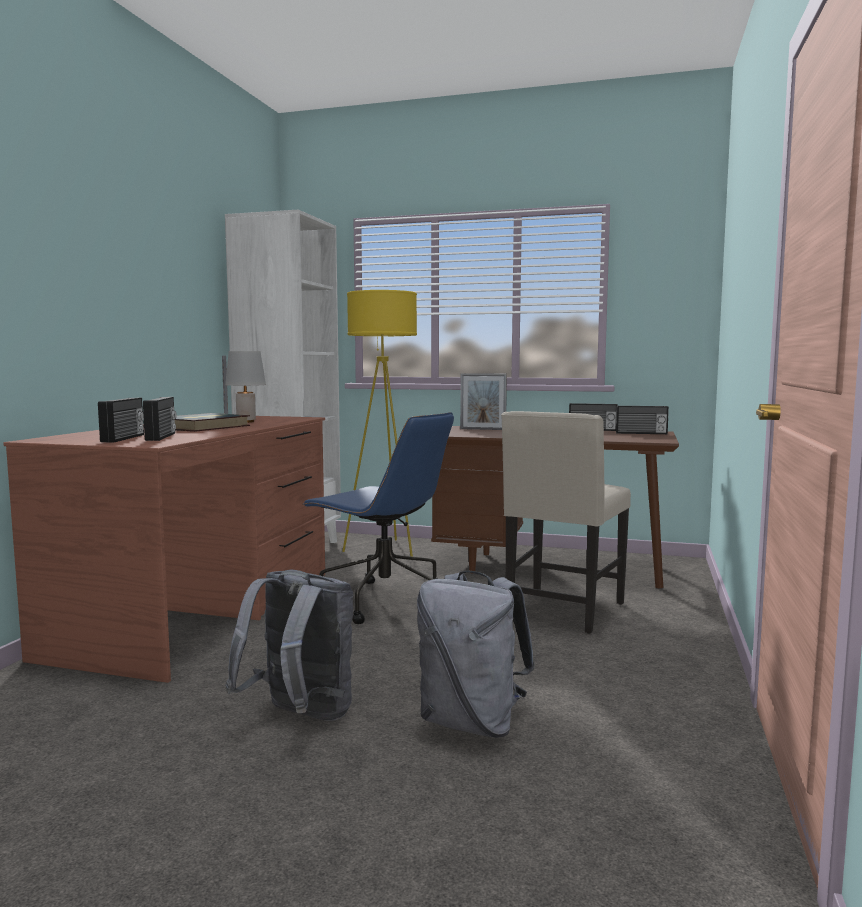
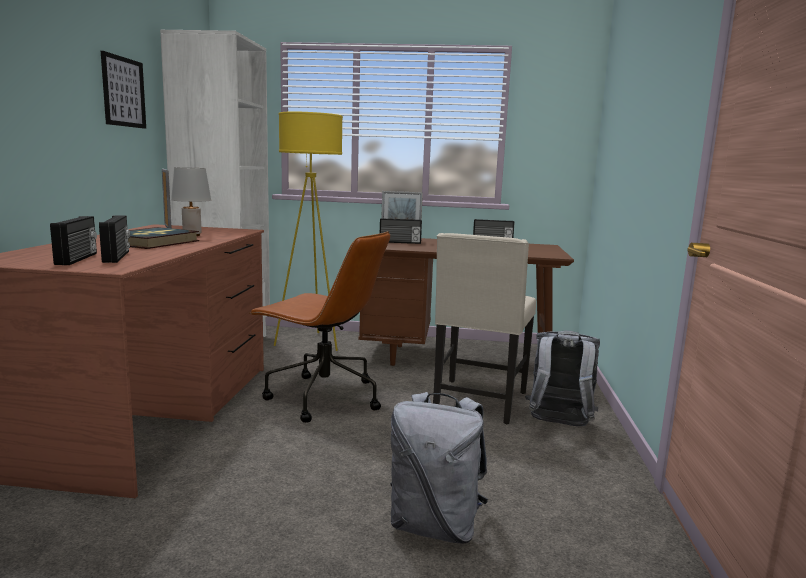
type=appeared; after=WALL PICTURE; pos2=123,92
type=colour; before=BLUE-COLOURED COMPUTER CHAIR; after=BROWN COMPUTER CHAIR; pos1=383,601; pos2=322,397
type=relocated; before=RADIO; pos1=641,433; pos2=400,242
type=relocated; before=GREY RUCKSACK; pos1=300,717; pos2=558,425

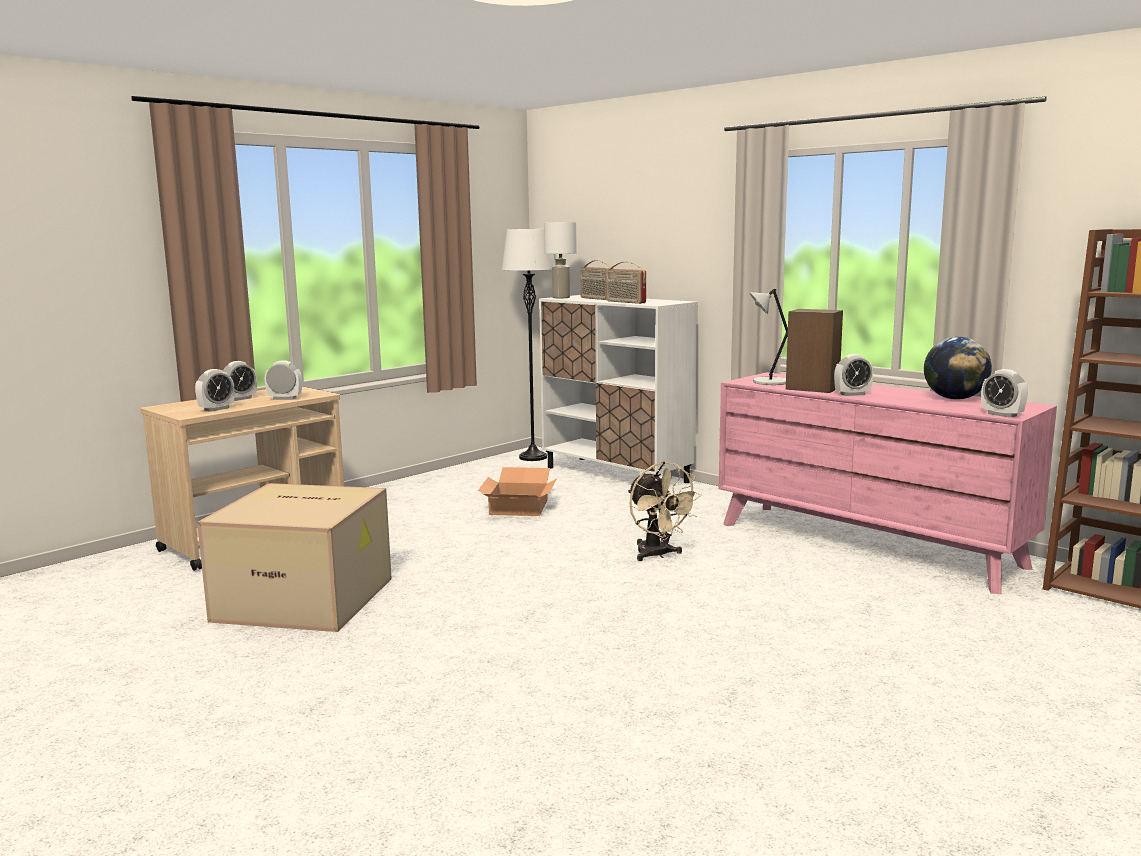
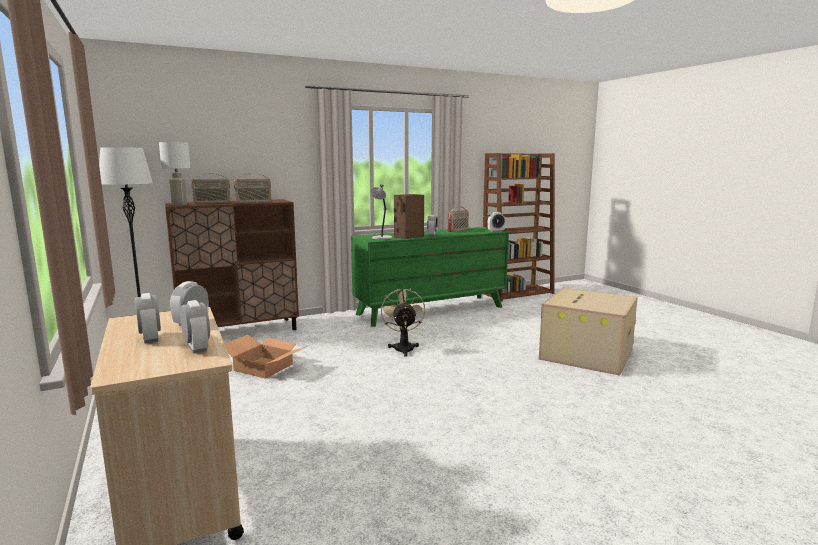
type=colour; before=WHITE-COLOURED STORAGE CABINET; after=BROWN STORAGE CABINET; pos1=616,475; pos2=239,331
type=colour; before=PINKISH CHEST OF DRAWERS; after=GREENISH CHEST OF DRAWERS; pos1=867,545; pos2=431,310
type=spun; before=SAND-COLOURED FAN; pos1=657,555; pos2=403,347; turn=-90
type=exchanged; before=DESK GLOBE; after=RADIO; pos1=955,399; pos2=458,230
type=relocated; before=CARTON; pos1=307,598; pos2=585,354

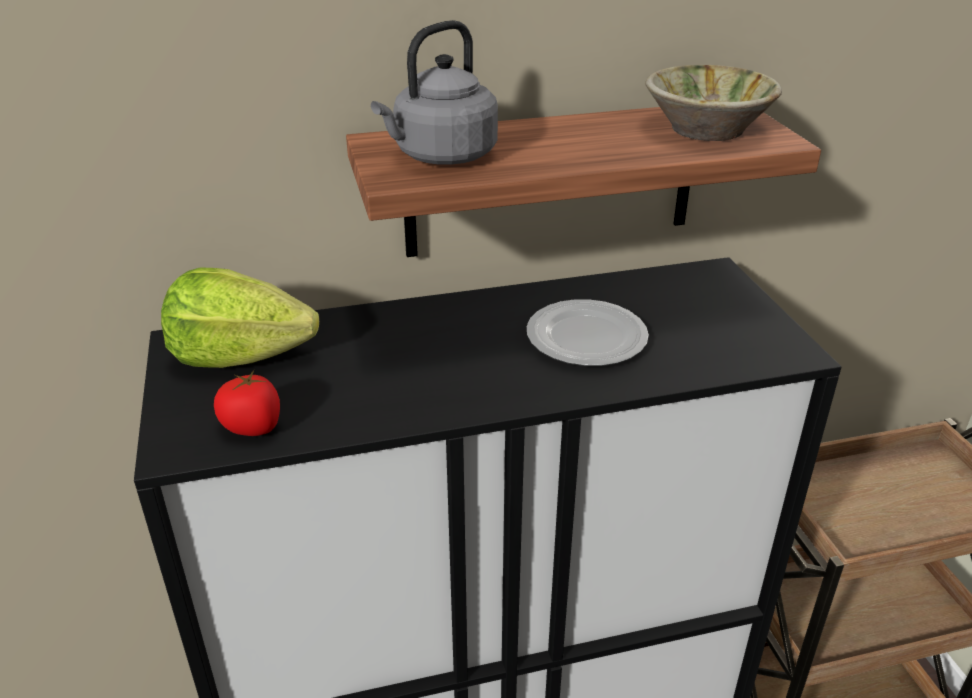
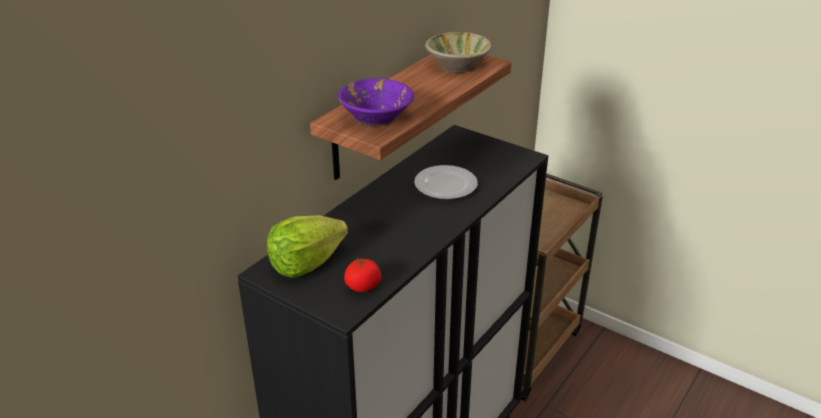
type=exchanged; before=GREY KETTLE; after=PURPLE-COLOURED SERVING BOWL; pos1=441,156; pos2=376,118

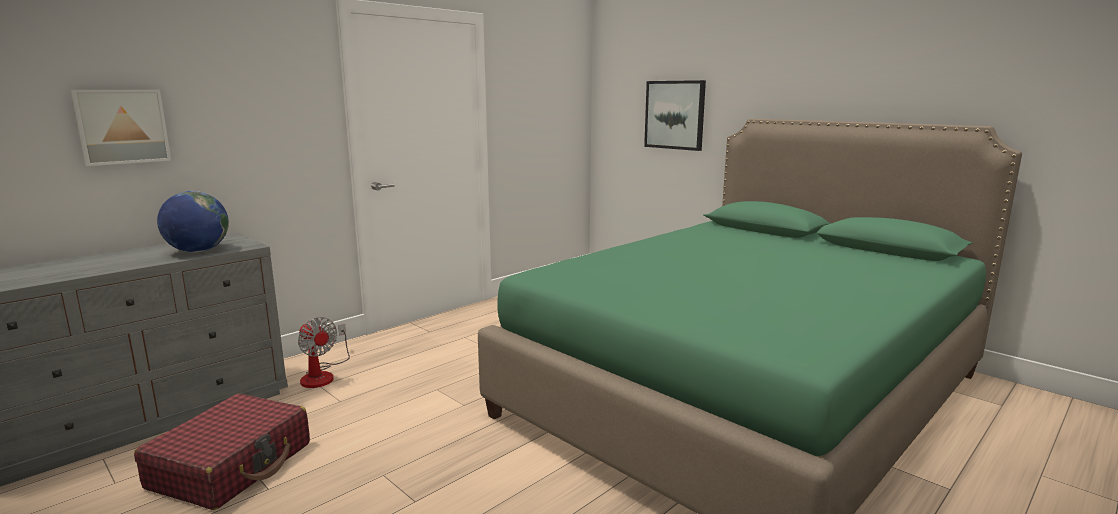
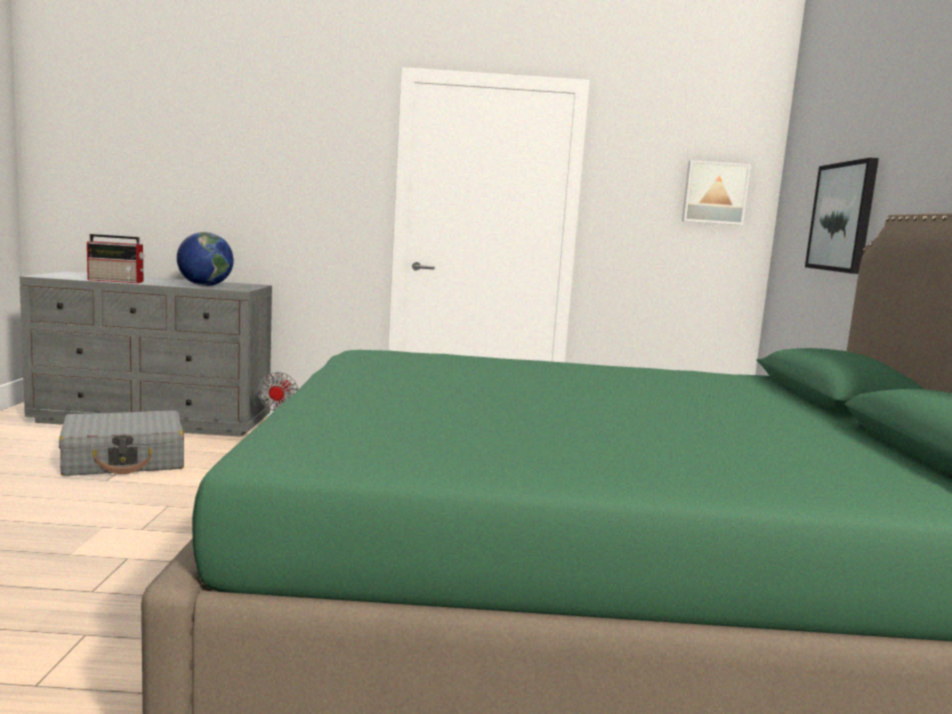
type=colour; before=RED-COLOURED SUITCASE; after=GREY SUITCASE; pos1=232,465; pos2=124,460
type=appeared; after=RADIO; pos2=117,281
type=relocated; before=WALL PICTURE; pos1=122,126; pos2=714,193

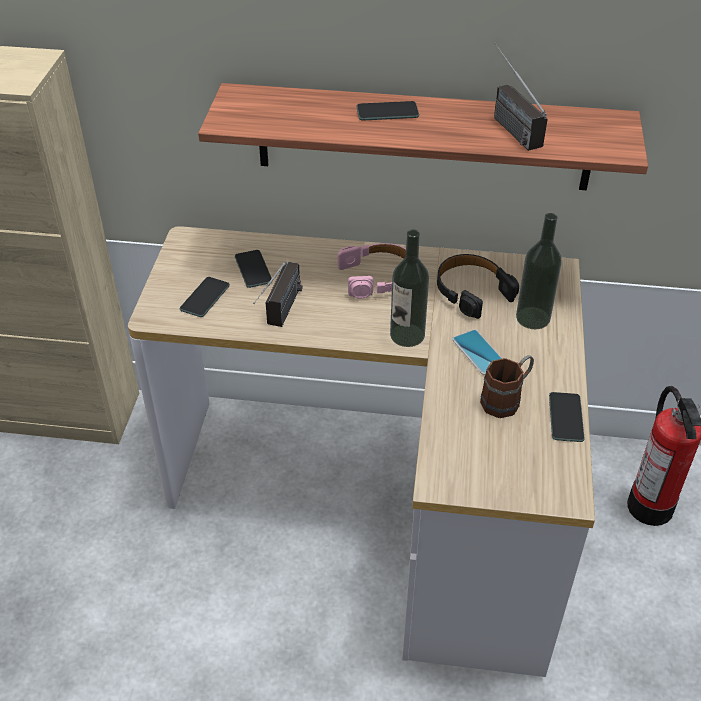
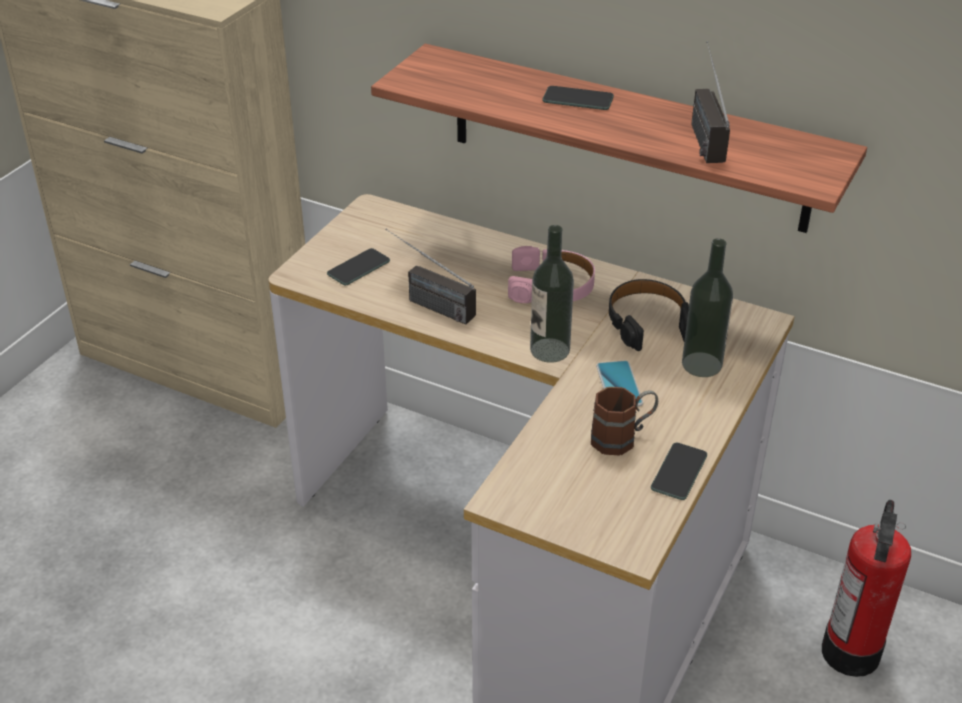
type=spun; before=RADIO; pos1=280,317; pos2=425,303; turn=90
type=missing; before=HANDSET; pos1=253,269

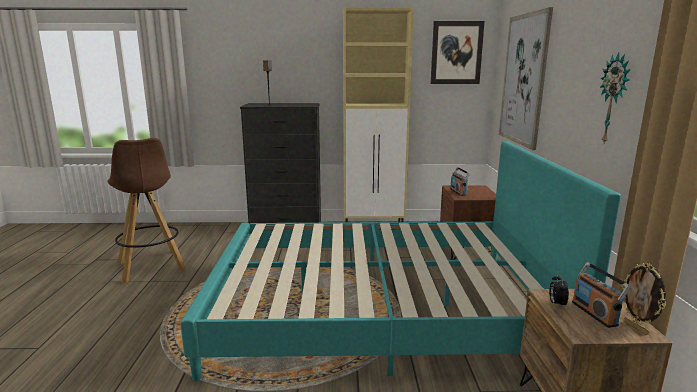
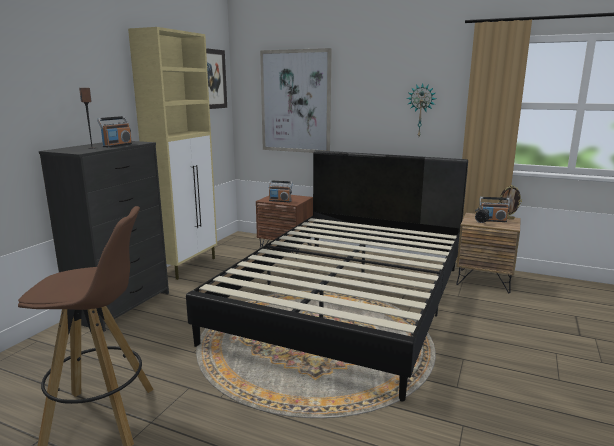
type=appeared; after=RADIO; pos2=117,145
type=colour; before=TURQUOISE-COLOURED BEDROOM BED; after=BLACK-COLOURED BEDROOM BED; pos1=379,310; pos2=347,301

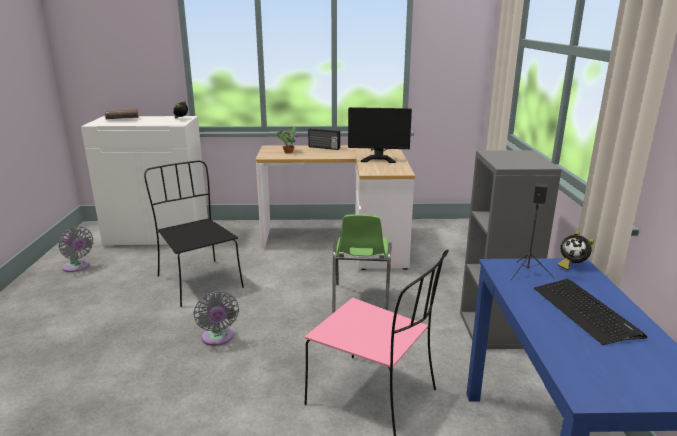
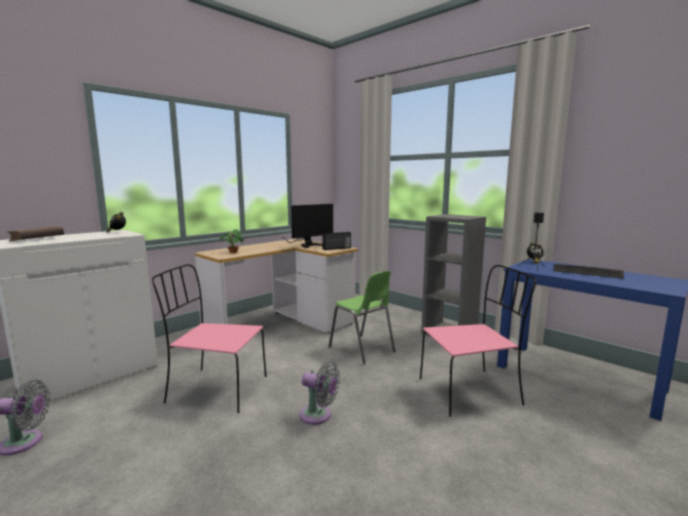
type=colour; before=BLACK-COLOURED CHAIR; after=PINKISH CHAIR; pos1=198,281; pos2=215,389
type=relocated; before=RADIO; pos1=324,148; pos2=337,248

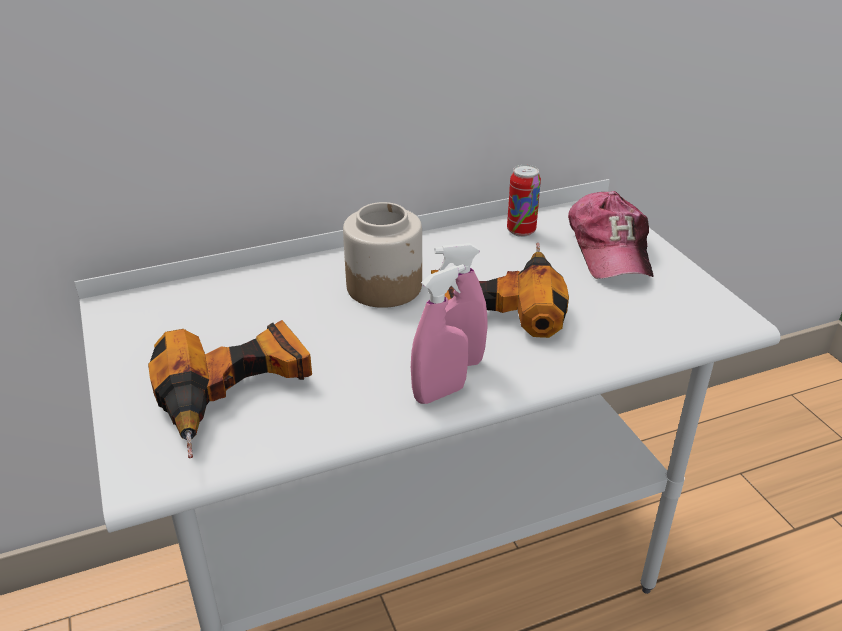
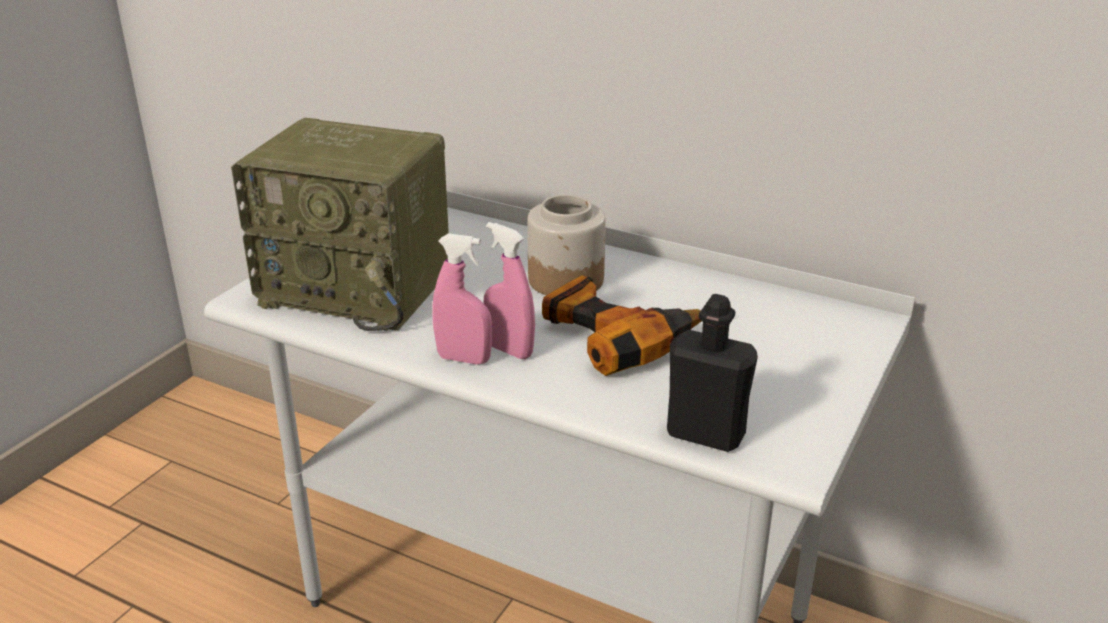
type=exchanged; before=ELECTRIC DRILL; after=RADIO; pos1=236,396; pos2=360,288
type=appeared; after=BLACK-COLOURED BEVERAGE BOTTLE; pos2=705,434
type=missing; before=SEALED CAN; pos1=521,231
type=missing; before=BASEBALL CAP; pos1=610,249

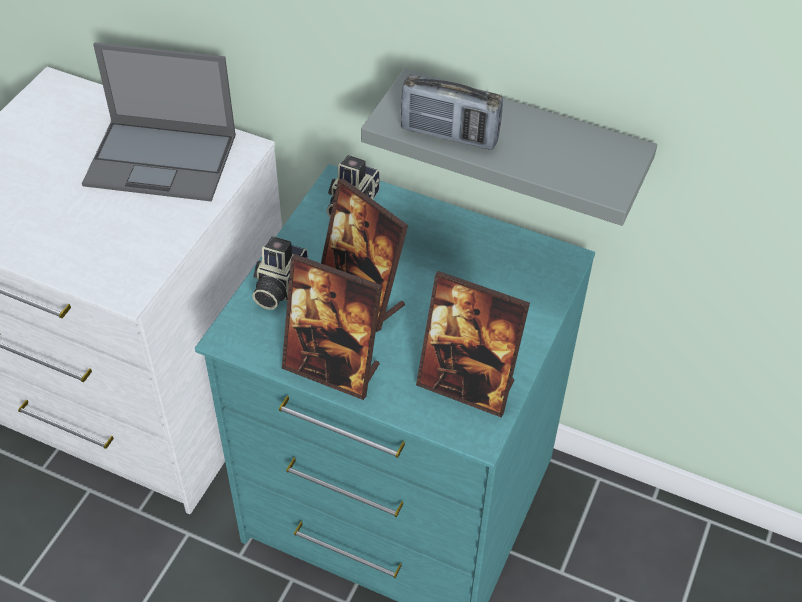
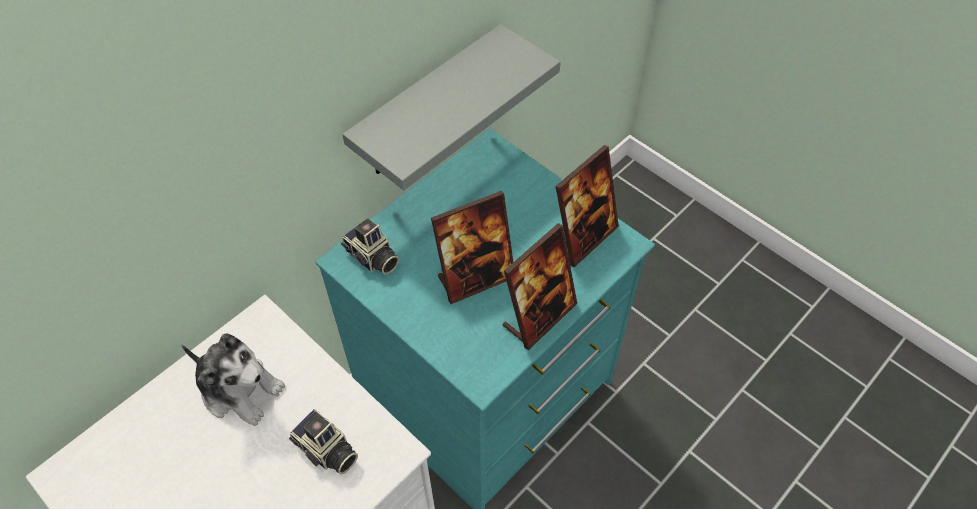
type=exchanged; before=NOTEBOOK COMPUTER; after=SOFT TOY; pos1=163,160; pos2=240,389
type=relocated; before=STILL CAMERA; pos1=278,286; pos2=326,451
type=missing; before=RADIO; pos1=449,135

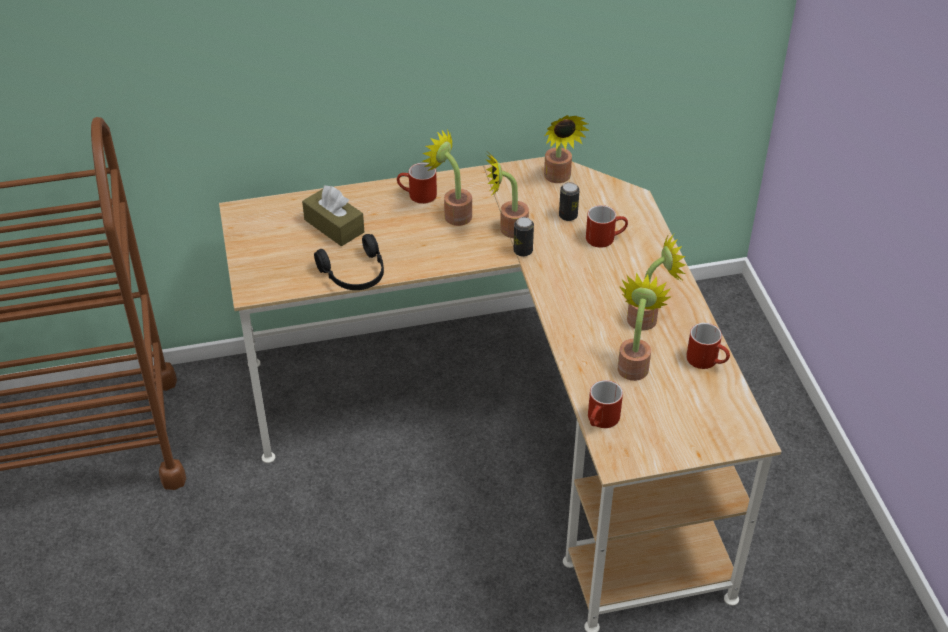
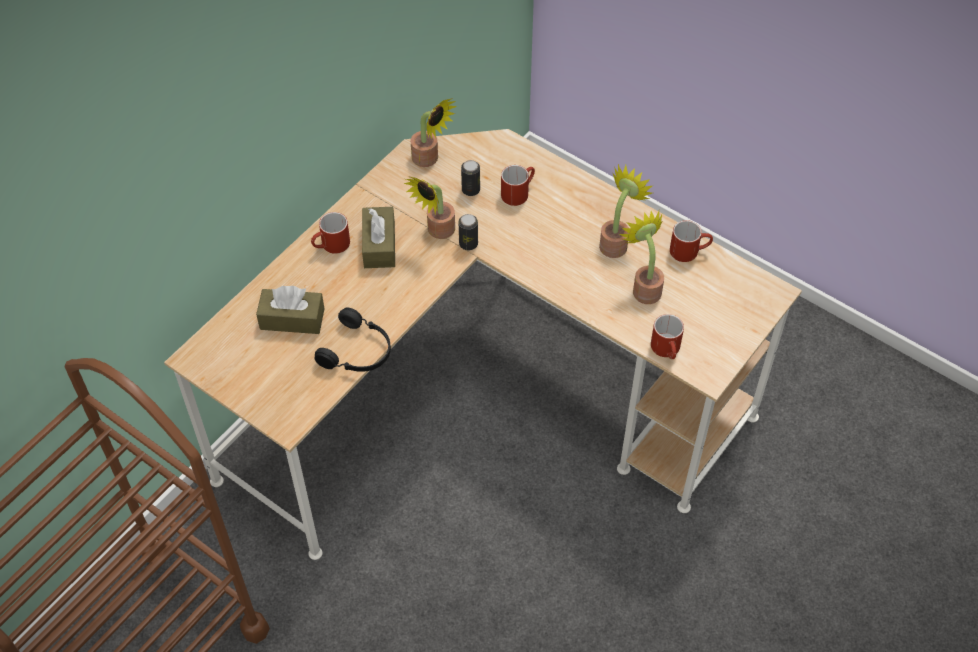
type=exchanged; before=HOUSEPLANT; after=BROWN BOX OF TISSUES; pos1=453,214; pos2=379,245

